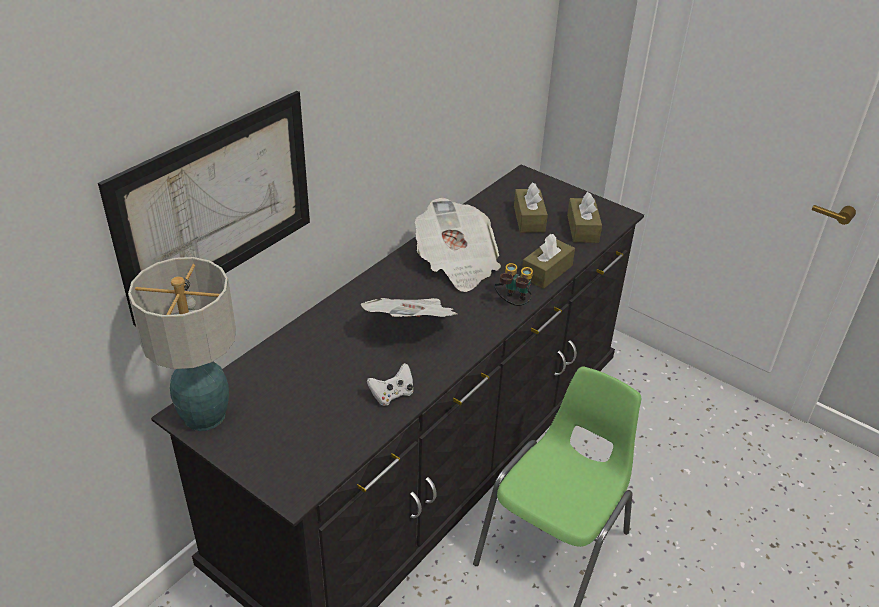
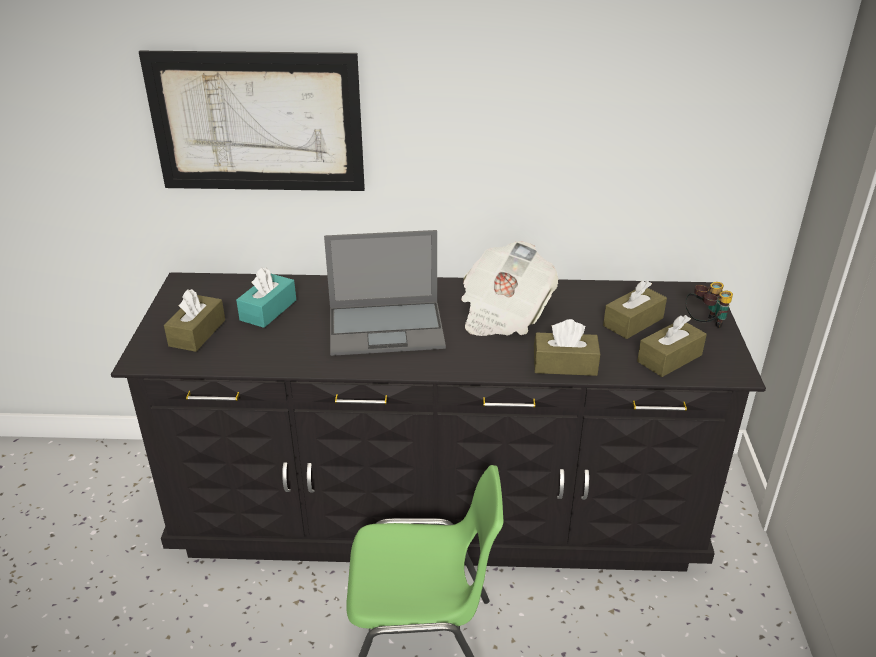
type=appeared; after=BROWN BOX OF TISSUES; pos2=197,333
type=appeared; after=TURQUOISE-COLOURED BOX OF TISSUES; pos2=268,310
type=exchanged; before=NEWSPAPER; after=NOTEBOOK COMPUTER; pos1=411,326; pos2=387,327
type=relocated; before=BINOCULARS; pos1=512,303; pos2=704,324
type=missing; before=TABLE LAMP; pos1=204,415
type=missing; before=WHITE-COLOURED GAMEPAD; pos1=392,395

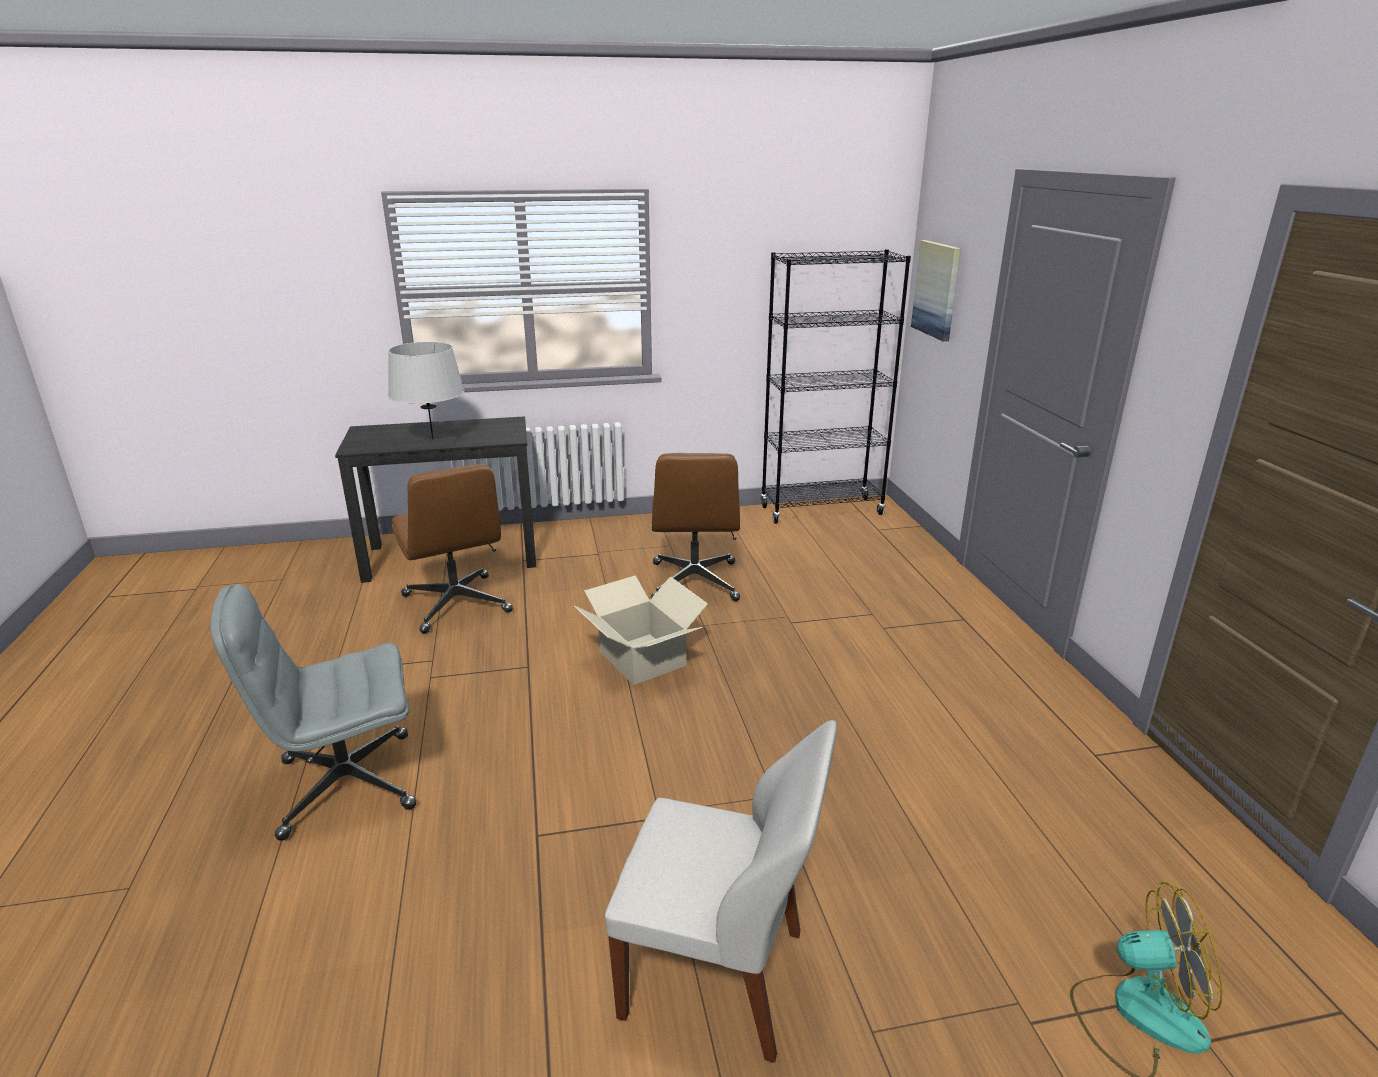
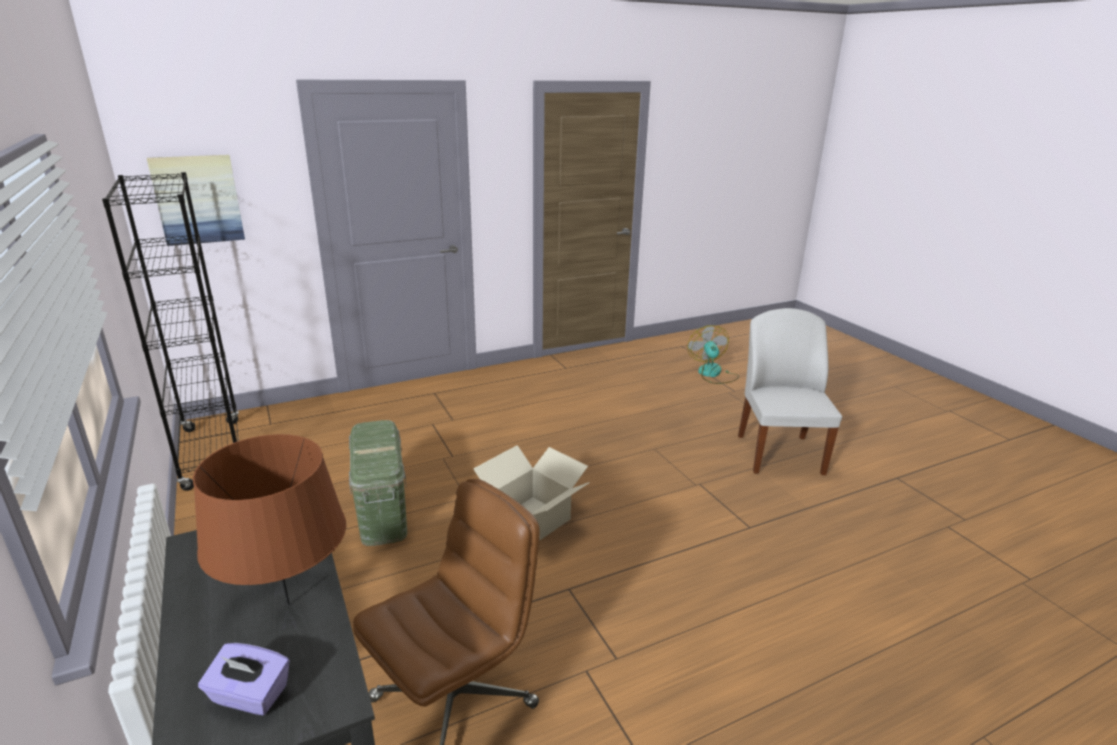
type=colour; before=GREY TABLE LAMP; after=BROWN TABLE LAMP; pos1=432,439; pos2=289,604
type=appeared; after=PURPLE-COLOURED BOX OF TISSUES; pos2=249,696
type=exchanged; before=BROWN COMPUTER CHAIR; after=GREENISH STORAGE BIN; pos1=695,582; pos2=382,513
type=missing; before=GREY COMPUTER CHAIR; pos1=345,785

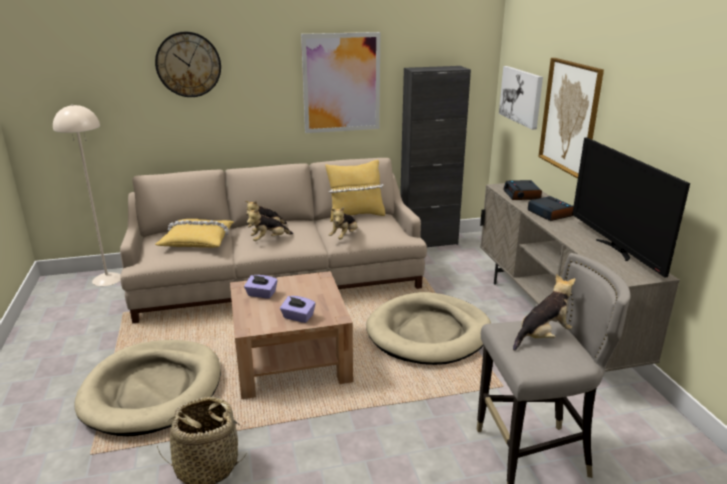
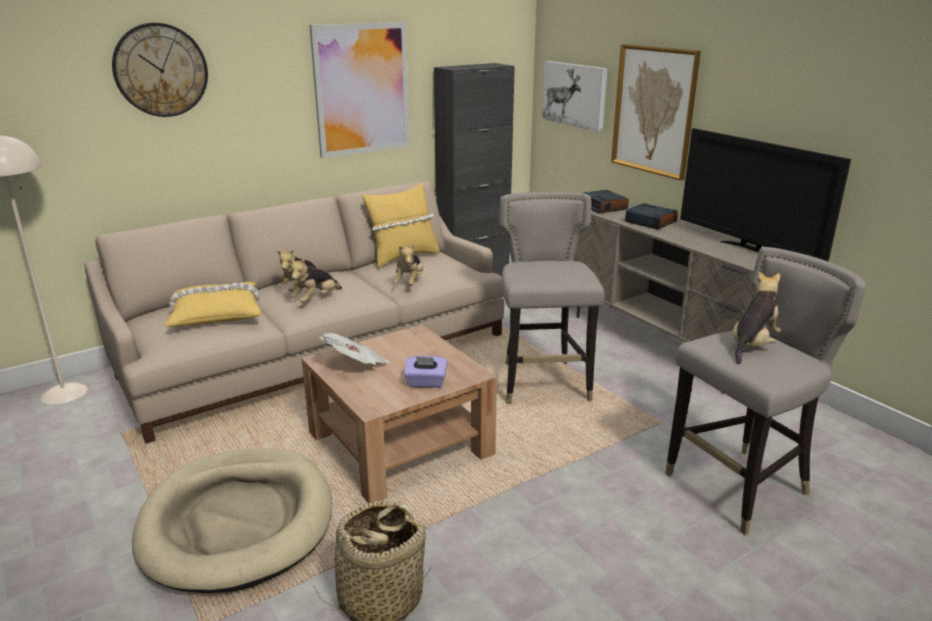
type=exchanged; before=PURPLE-COLOURED BOX OF TISSUES; after=NEWSPAPER; pos1=261,294; pos2=356,365
type=exchanged; before=SAND-COLOURED DOG CUSHION; after=GREY SITTING STOOL; pos1=428,333; pos2=543,382

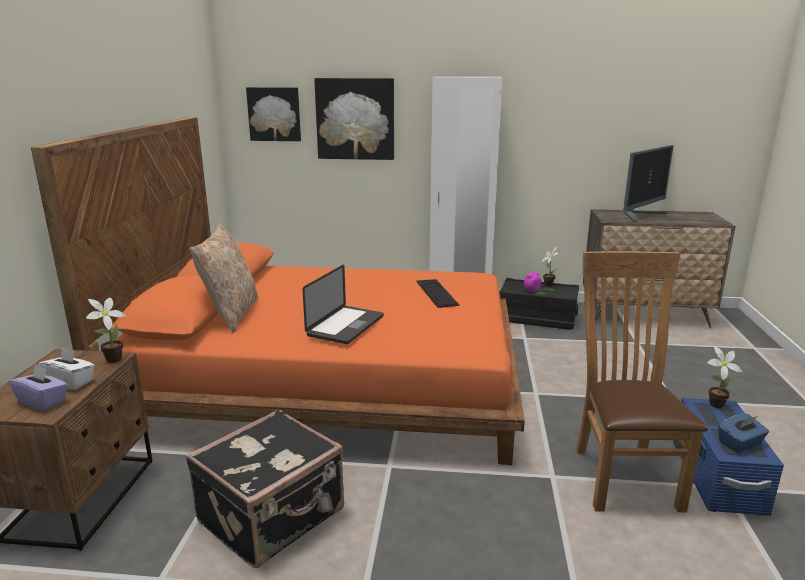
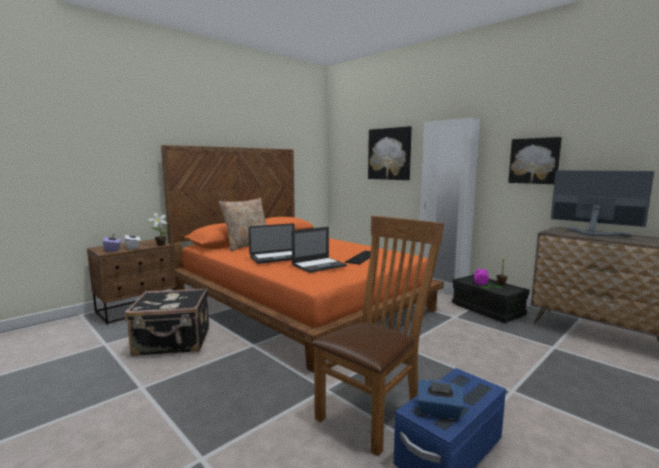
type=appeared; after=NOTEBOOK COMPUTER; pos2=319,265
type=relocated; before=WALL PICTURE; pos1=274,114; pos2=534,161
type=spun; before=COMPUTER DISPLAY; pos1=640,215; pos2=593,233; turn=-135
type=missing; before=HOUSEPLANT; pos1=713,404

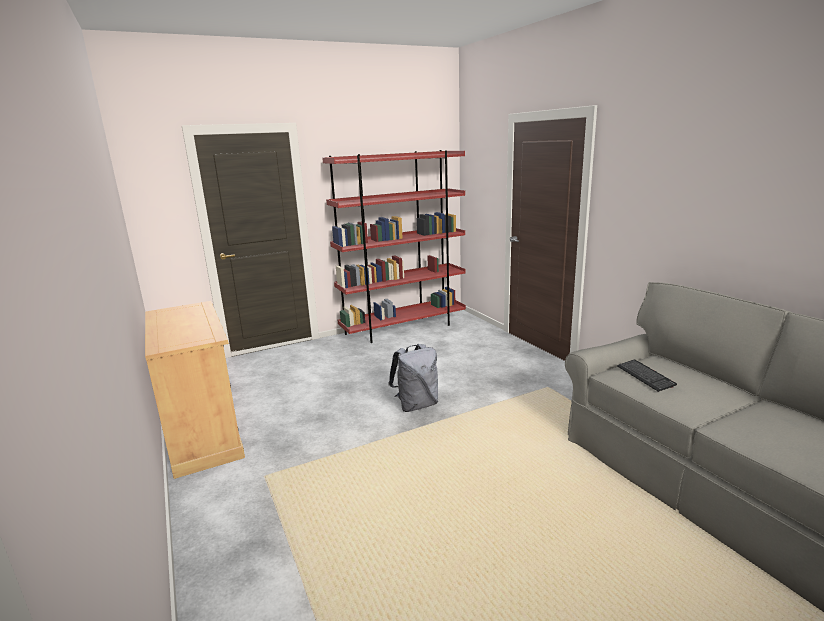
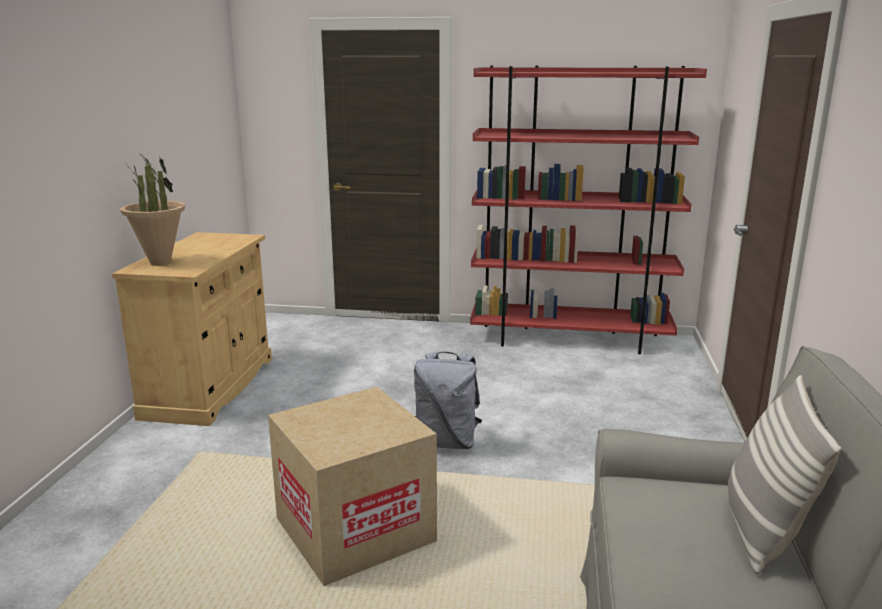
type=appeared; after=HOUSEPLANT; pos2=160,263
type=appeared; after=CARTON; pos2=355,530
type=appeared; after=THROW PILLOW; pos2=762,530
type=missing; before=COMPUTER KEYBOARD; pos1=645,376

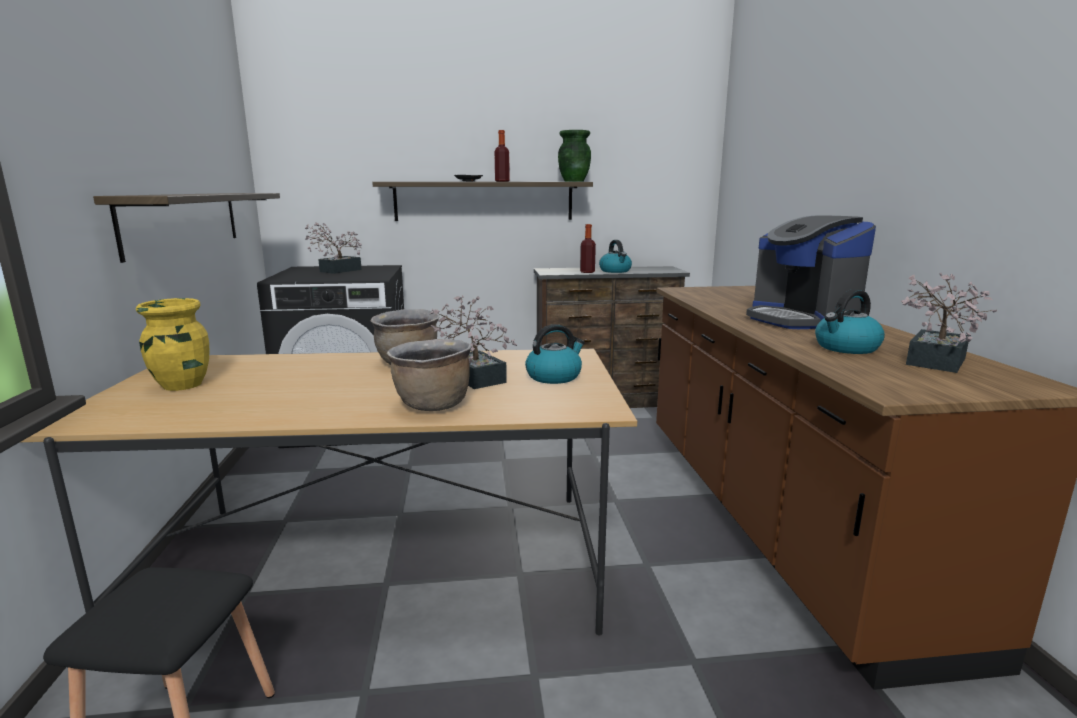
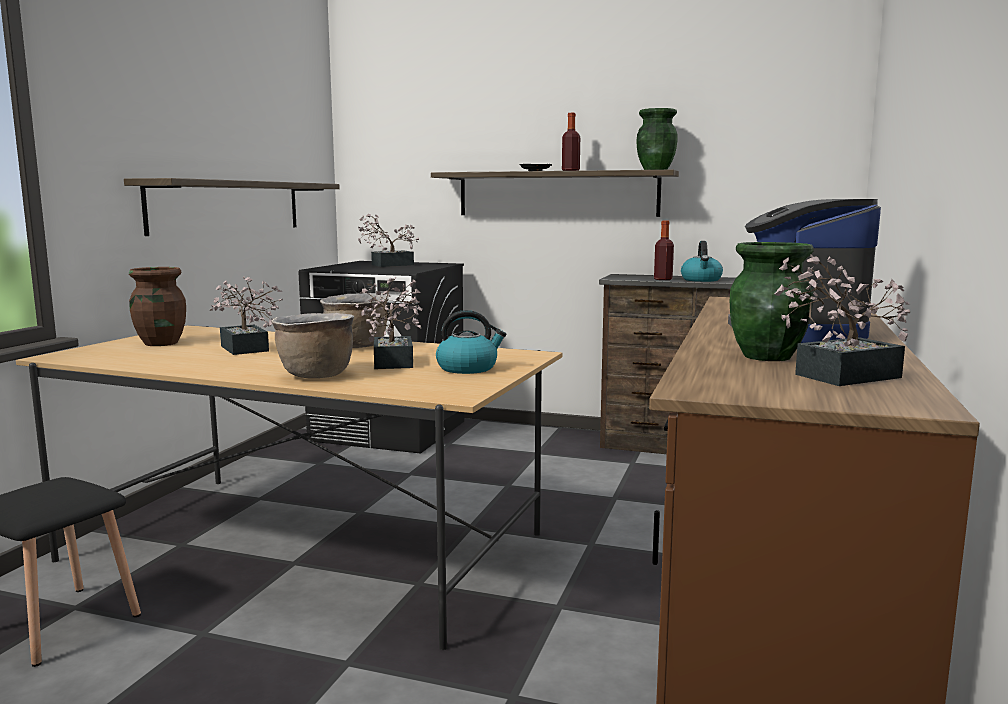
type=colour; before=YELLOW DECORATIVE VASE; after=BROWN DECORATIVE VASE; pos1=181,385; pos2=160,343
type=appeared; after=HOUSEPLANT; pos2=245,350
type=exchanged; before=KETTLE; after=GREENISH DECORATIVE VASE; pos1=846,348; pos2=768,356

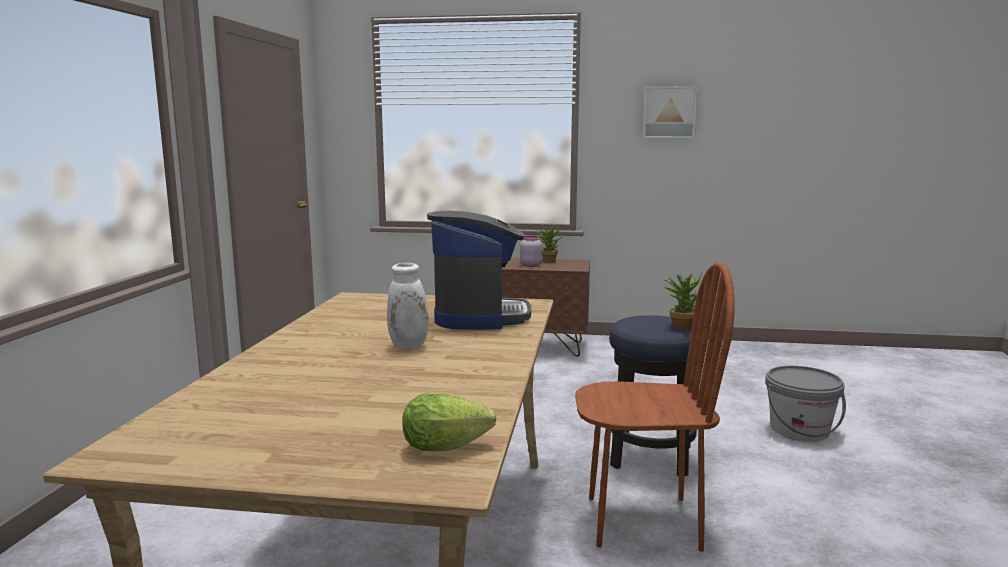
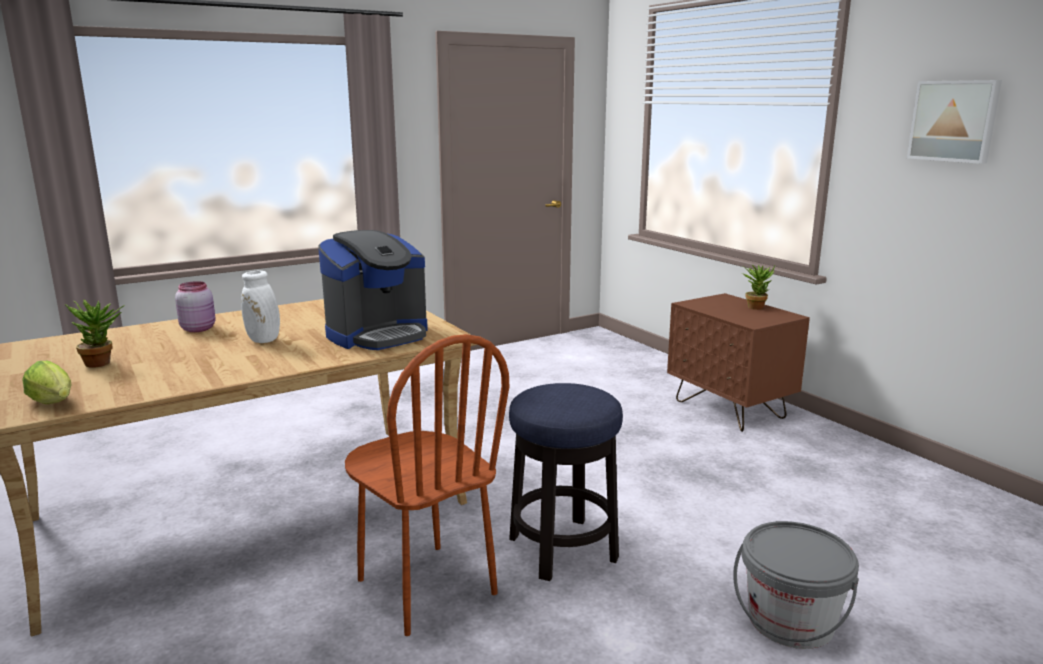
type=relocated; before=HOUSEPLANT; pos1=681,326; pos2=103,363
type=relocated; before=PINKISH PRESERVE JAR; pos1=530,265; pos2=199,328

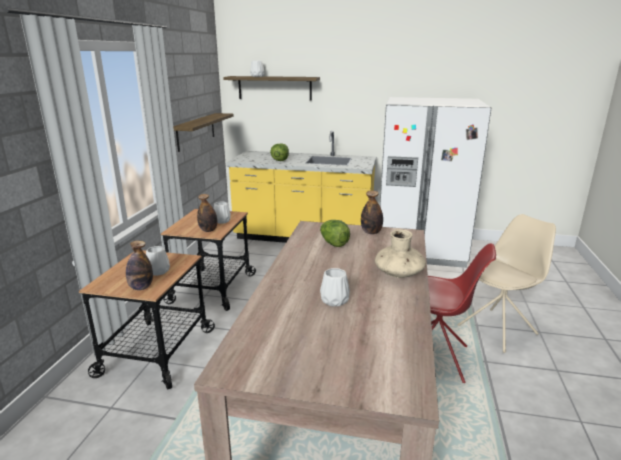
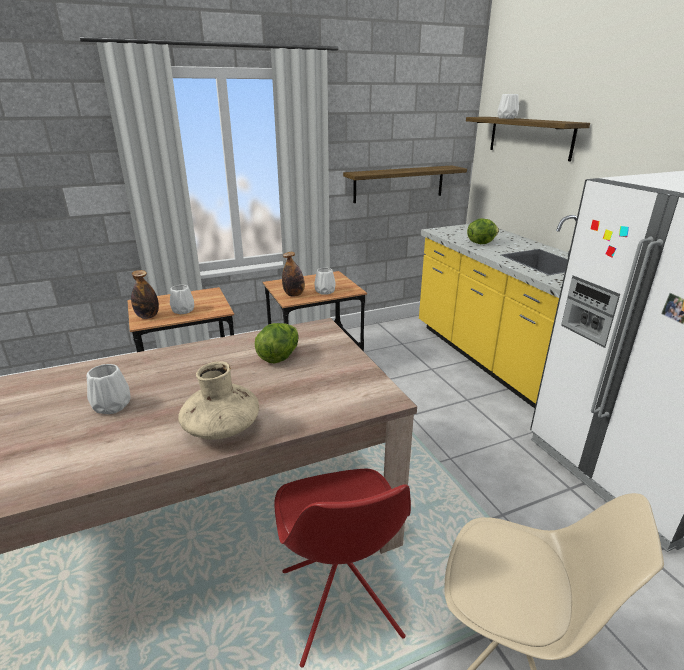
type=missing; before=BEVERAGE BOTTLE; pos1=371,232

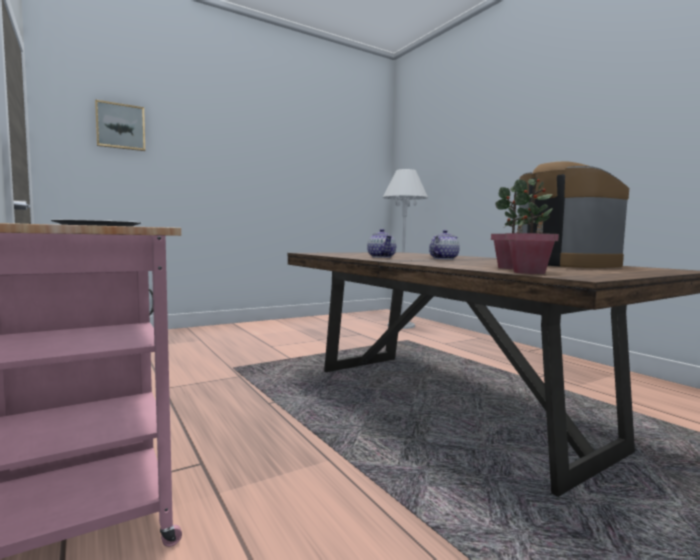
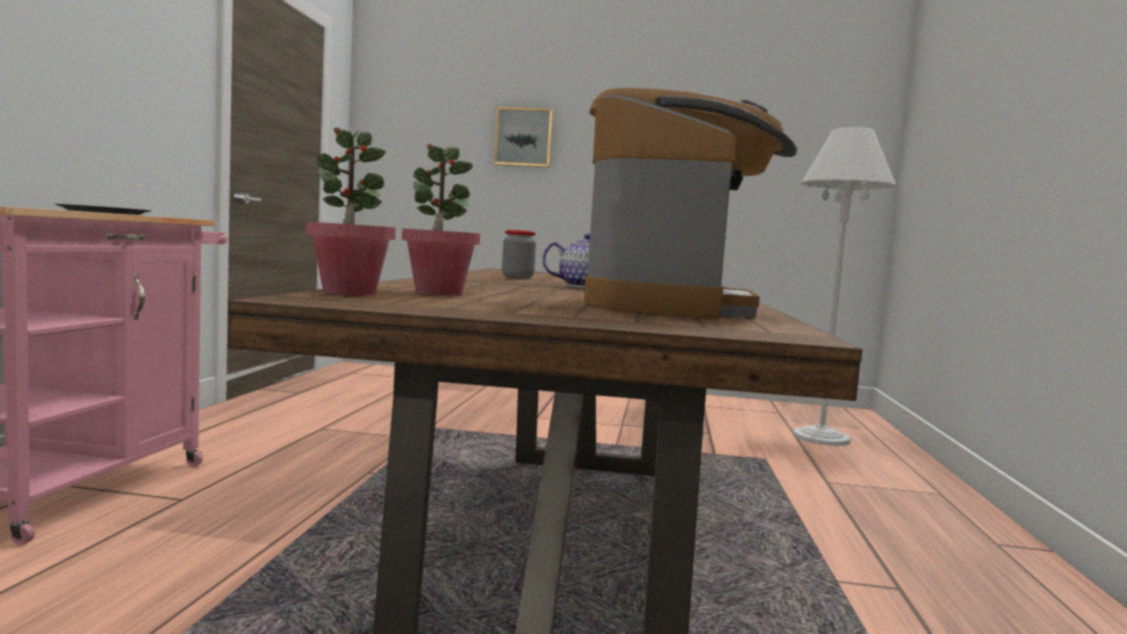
type=relocated; before=WALL PICTURE; pos1=120,126; pos2=524,137
type=exchanged; before=TEA POT; after=PRESERVE JAR; pos1=381,257; pos2=517,278

